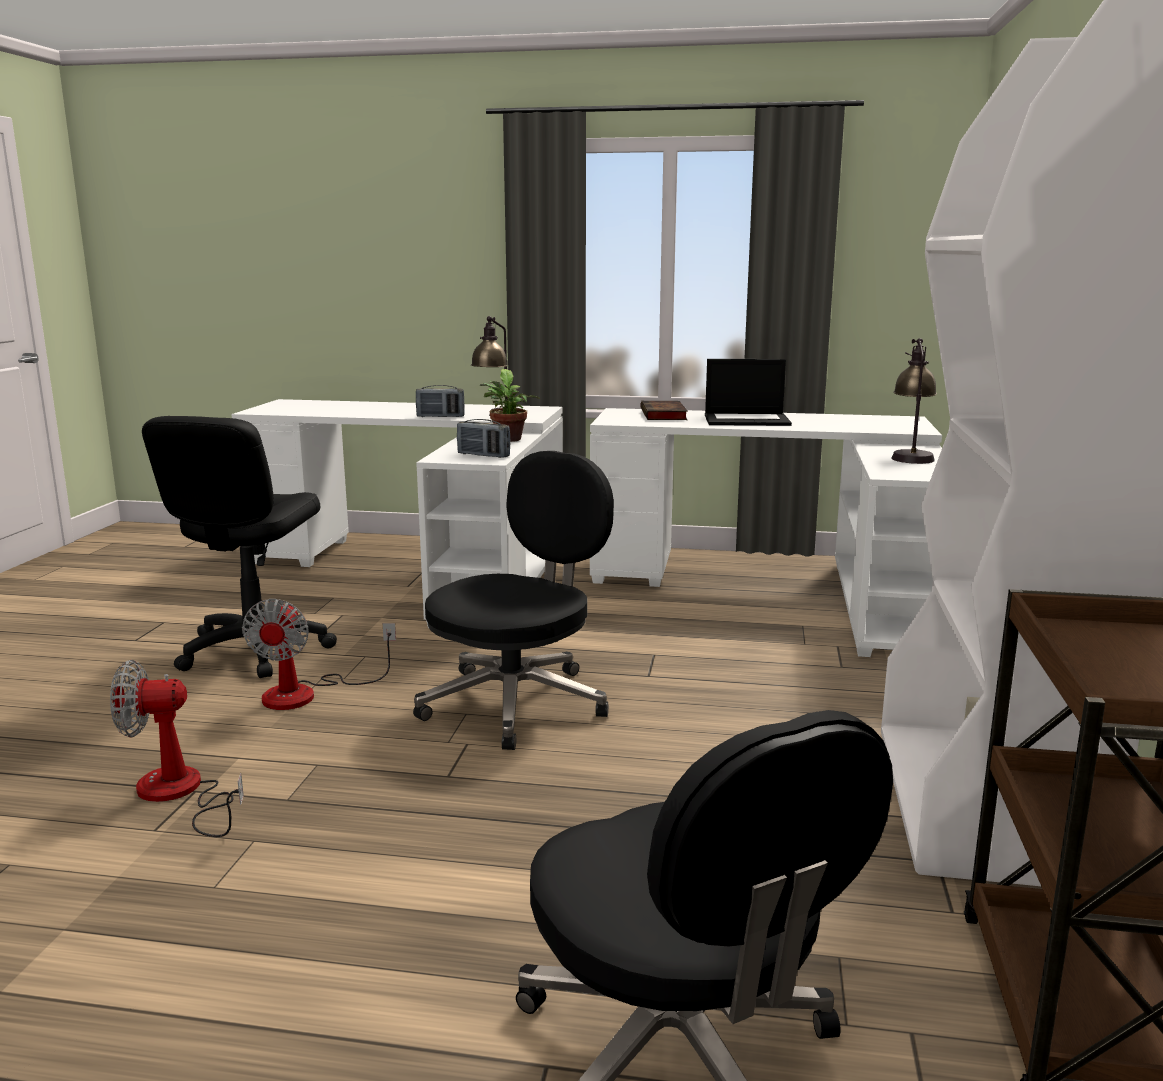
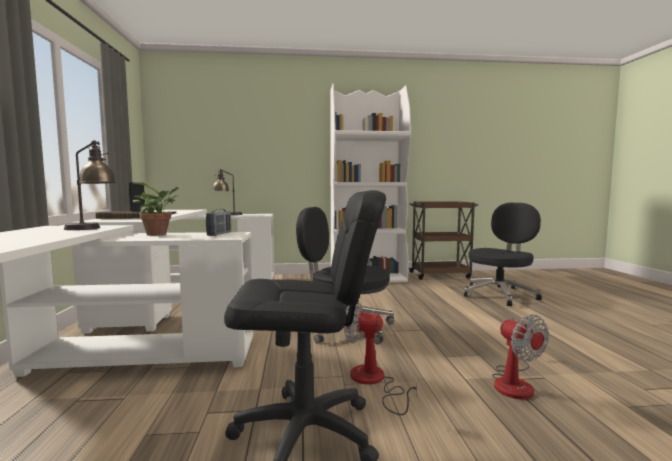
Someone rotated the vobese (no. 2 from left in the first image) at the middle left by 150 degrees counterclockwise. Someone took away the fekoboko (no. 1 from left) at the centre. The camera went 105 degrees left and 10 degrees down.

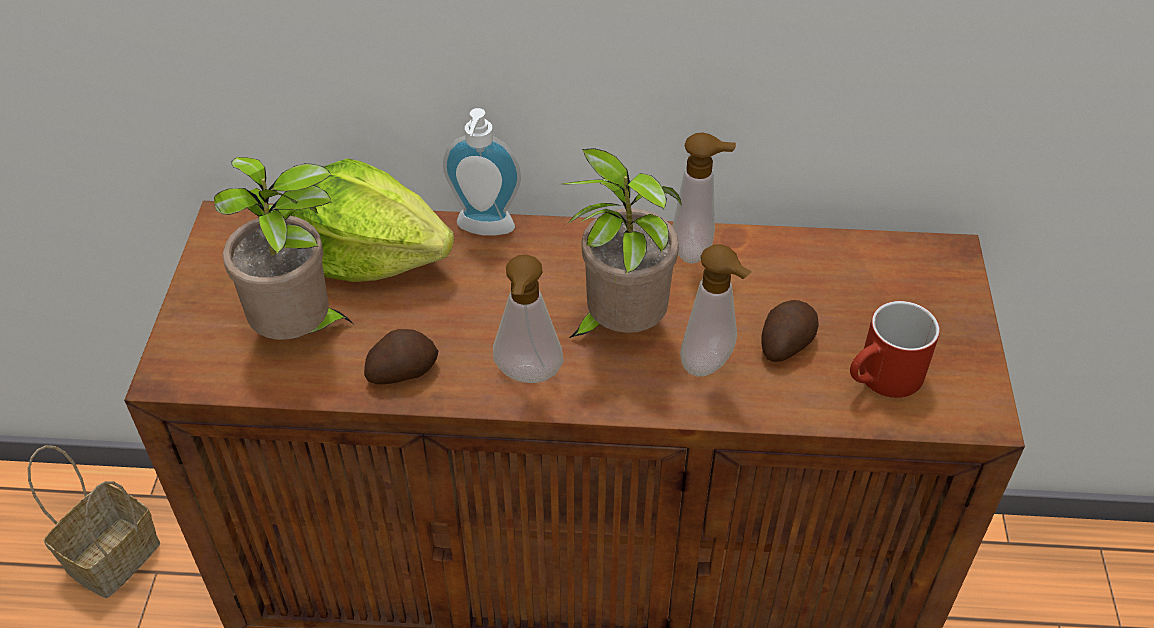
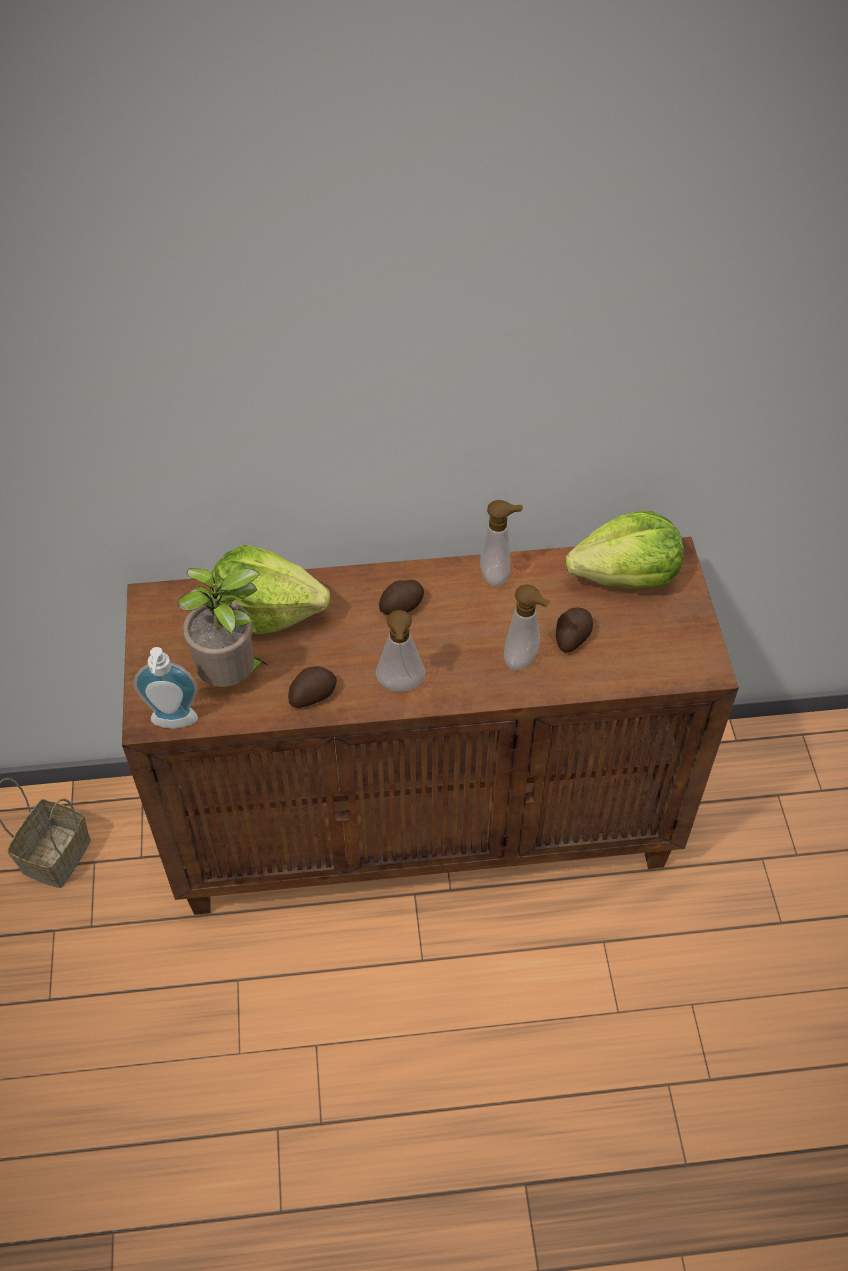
Someone carried the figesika (no. 1 from left) from the top centre to the middle left. Someone took away the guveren (no. 2 from left) at the centre. Someone took away the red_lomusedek at the middle right. Someone put down the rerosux (no. 2 from left) at the centre. Someone put down the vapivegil (no. 2 from left) at the middle right. The camera went 10 degrees left and 5 degrees up.

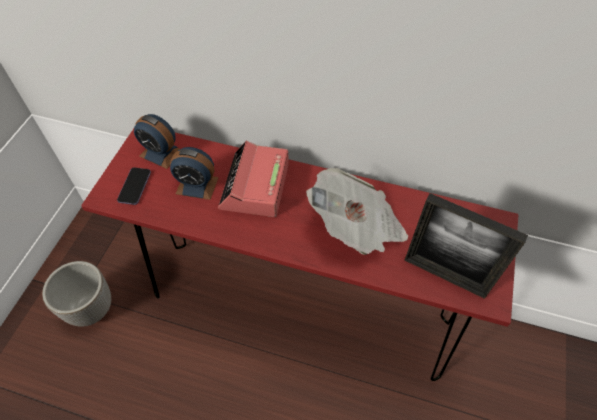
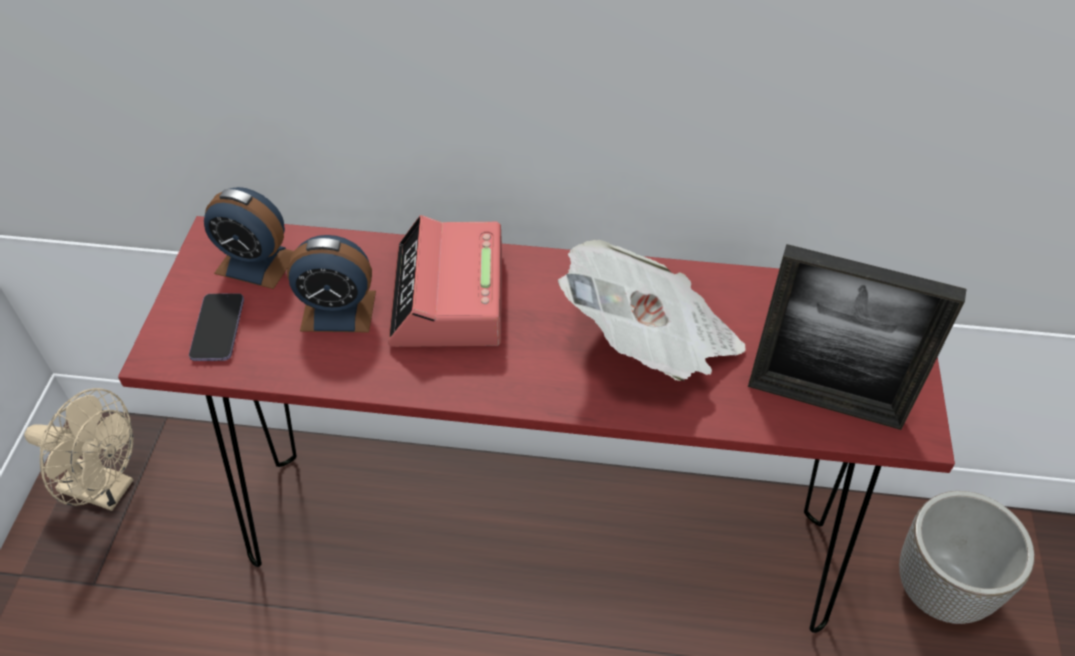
Someone carried the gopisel from the bottom left to the bottom right. Someone put down the beige_vobese at the bottom left. The camera went 10 degrees left and 5 degrees down.

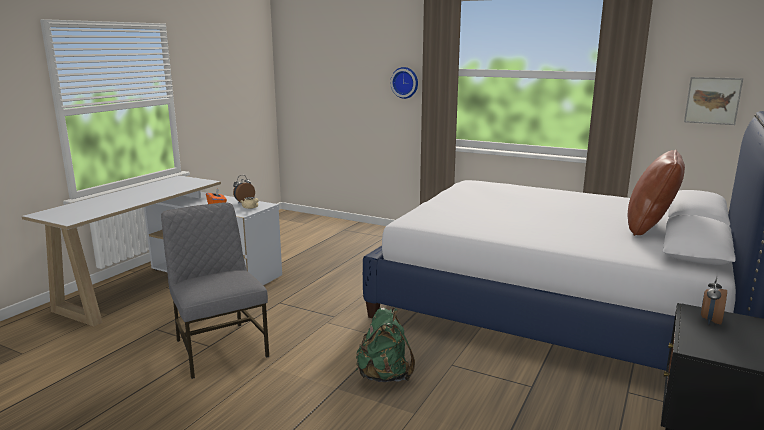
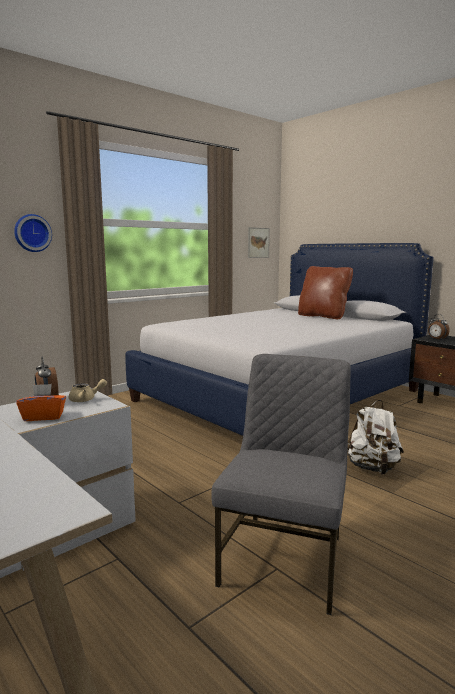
Someone rotated the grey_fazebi at the bottom left by 120 degrees clockwise. Someone repainted the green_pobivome at the bottom centre, which became the white_pobivome at the middle right. The camera went 70 degrees left and 5 degrees down.

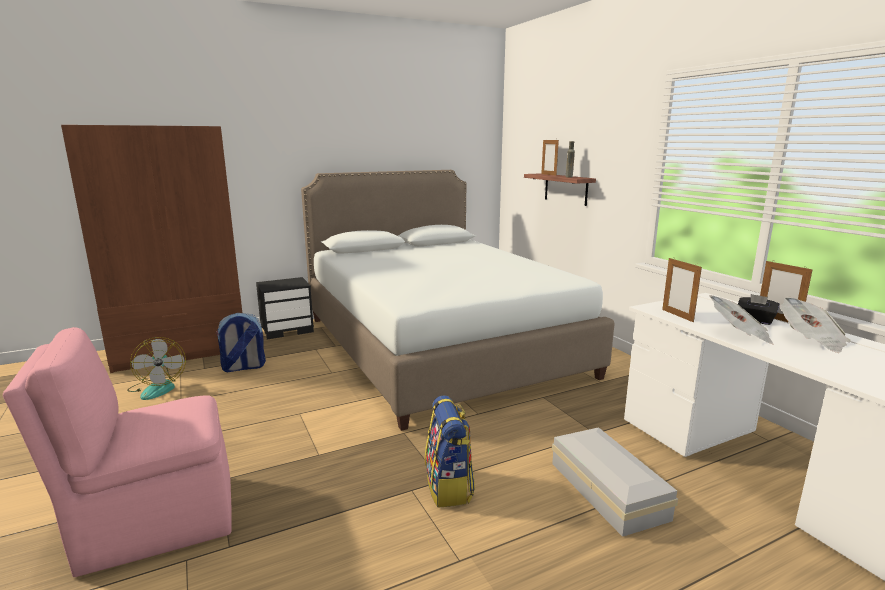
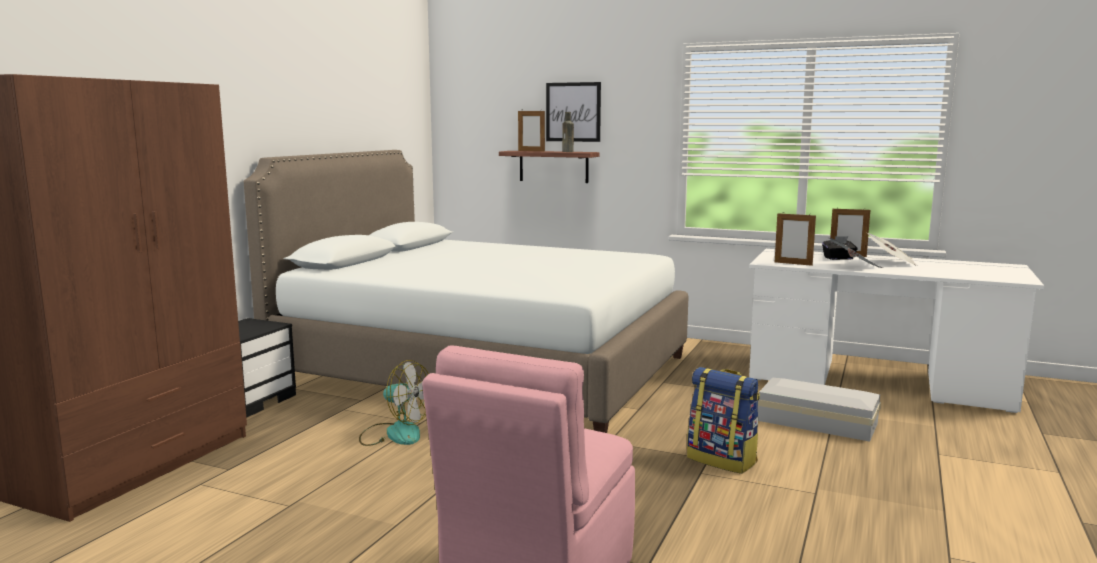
Someone carried the vobese from the middle left to the bottom centre. Someone took away the pobivome (no. 1 from left) at the middle left. Someone put up the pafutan at the top centre. The camera went 40 degrees left and 5 degrees down.

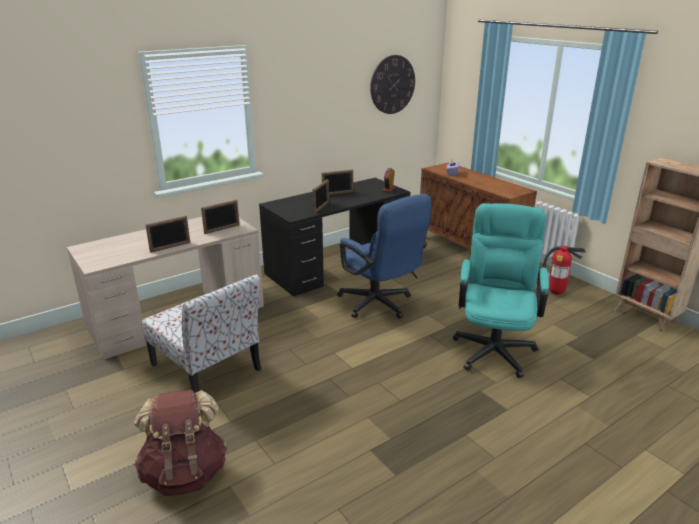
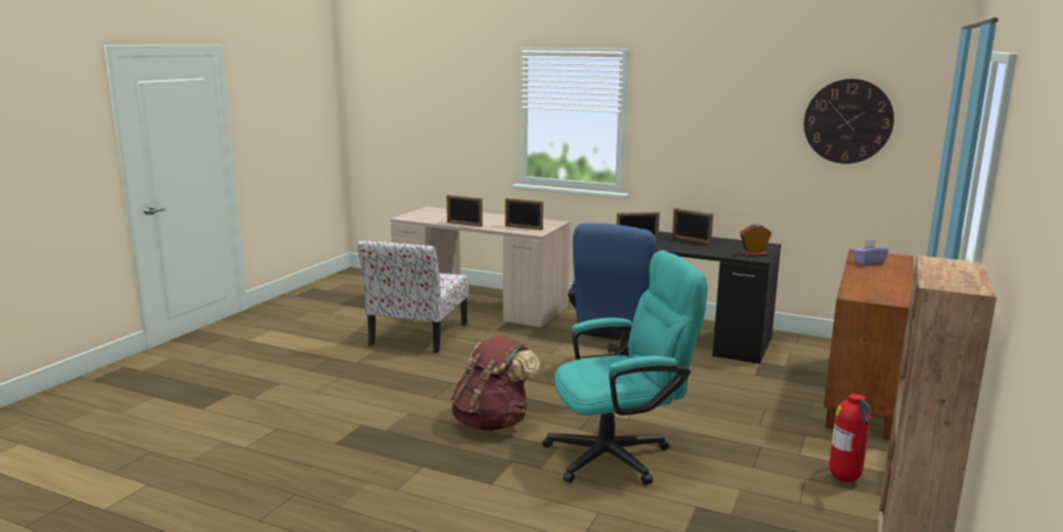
Someone carried the brown_pobivome from the bottom left to the bottom centre. The camera went 60 degrees right and 10 degrees down.

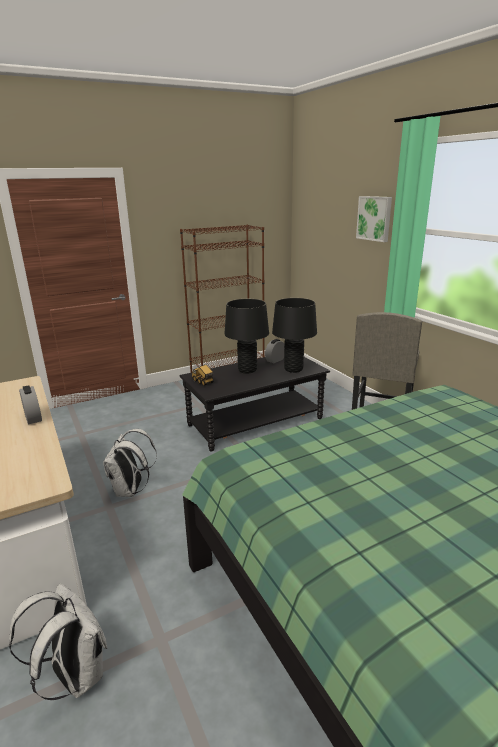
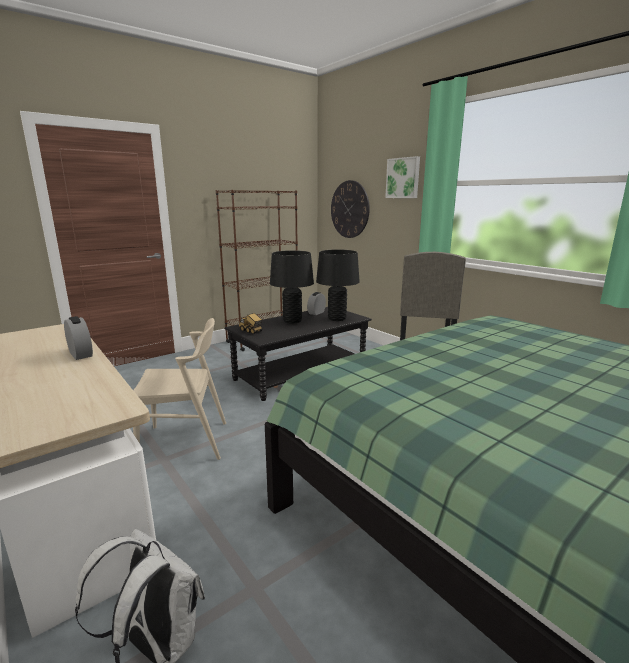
Someone swapped the white_pobivome (no. 2 from left) at the middle left for the beige_fazebi at the middle left. Someone put up the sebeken at the top centre. The camera went 10 degrees left and 5 degrees down.

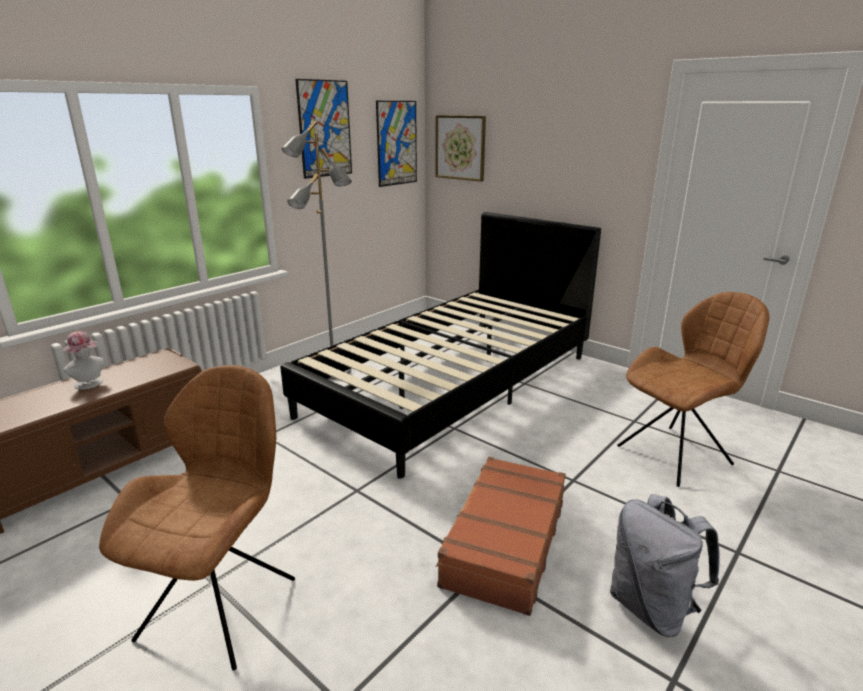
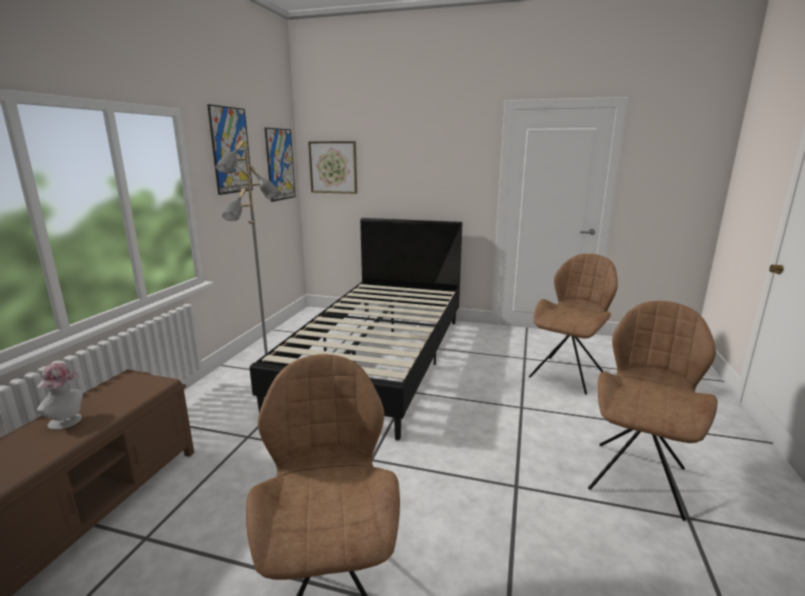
Someone took away the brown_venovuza at the bottom centre. Someone swapped the grey_pobivome at the bottom right for the brown_fazebi (no. 3 from left) at the bottom right. The camera went 25 degrees left and 5 degrees down.

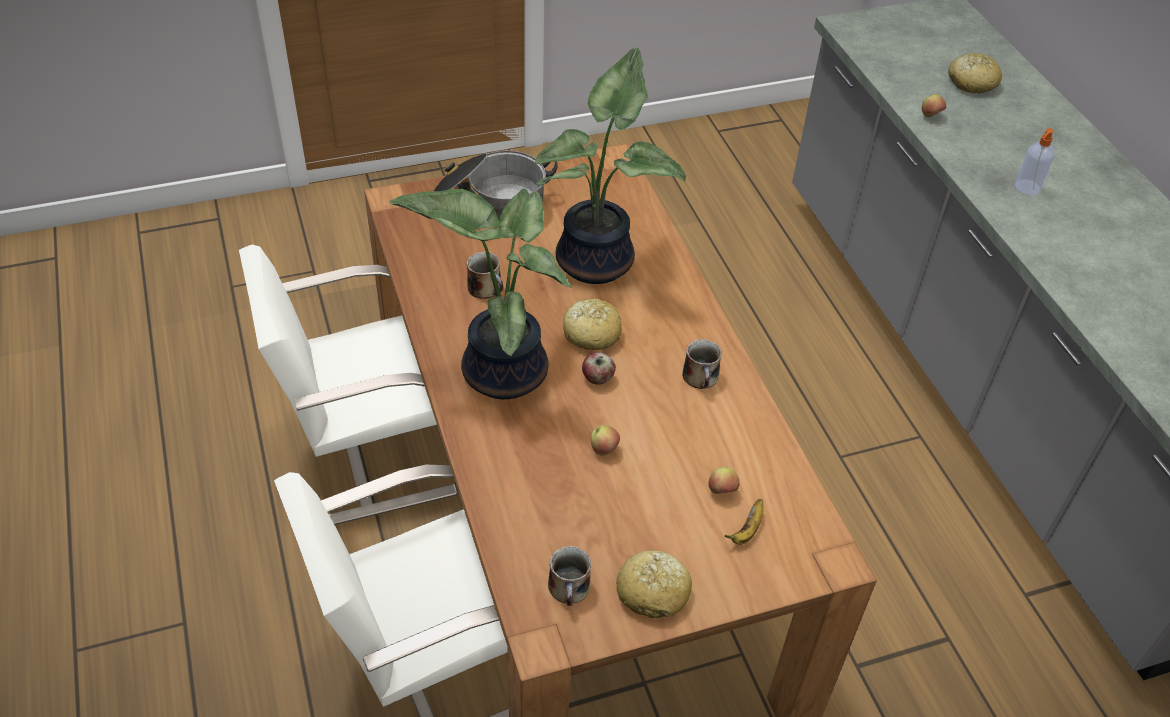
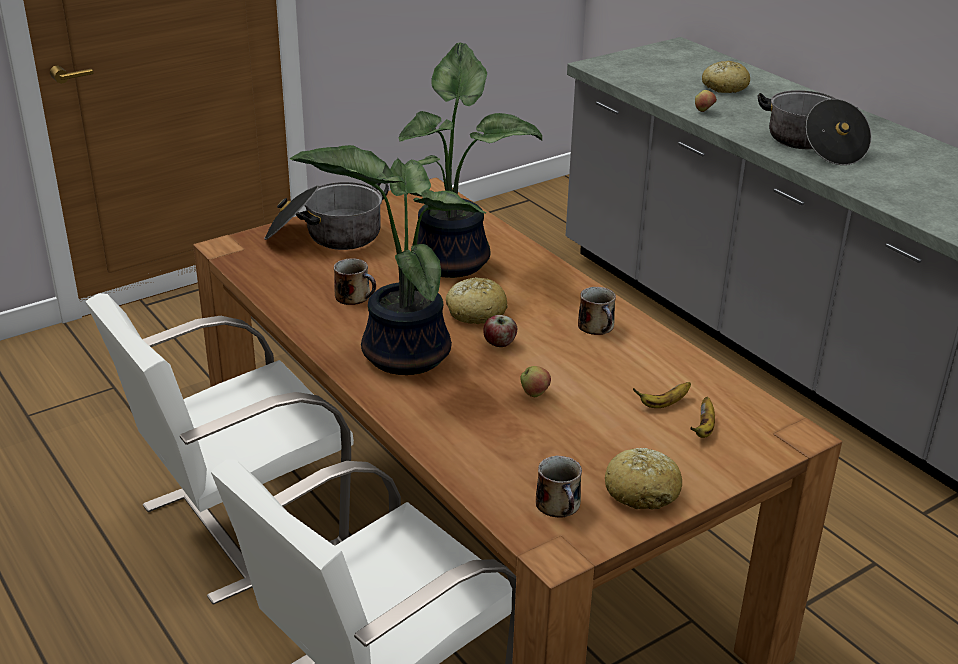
Someone swapped the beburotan (no. 3 from left) at the bottom centre for the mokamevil (no. 1 from left) at the middle right. Someone swapped the figesika at the top right for the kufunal (no. 2 from left) at the top right. The camera went 15 degrees left and 15 degrees down.

